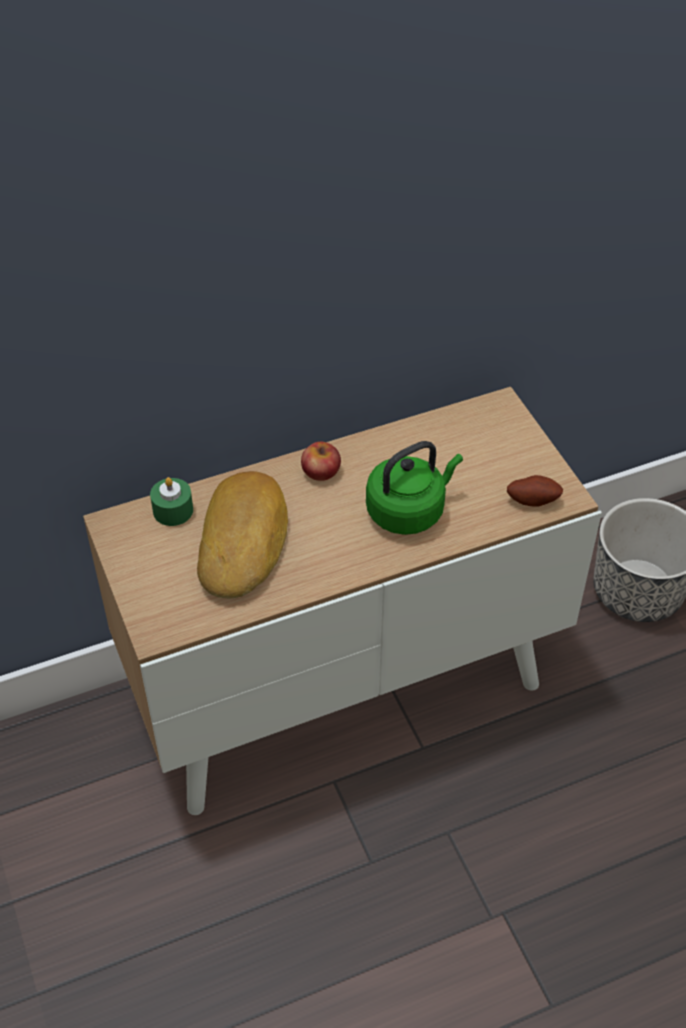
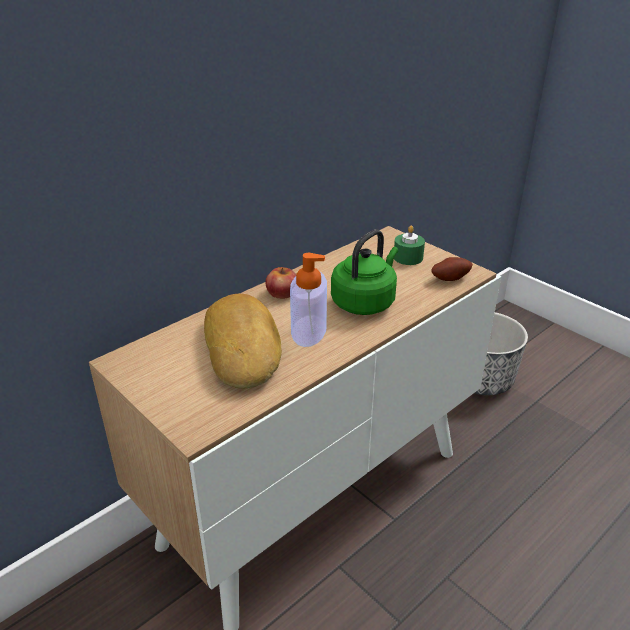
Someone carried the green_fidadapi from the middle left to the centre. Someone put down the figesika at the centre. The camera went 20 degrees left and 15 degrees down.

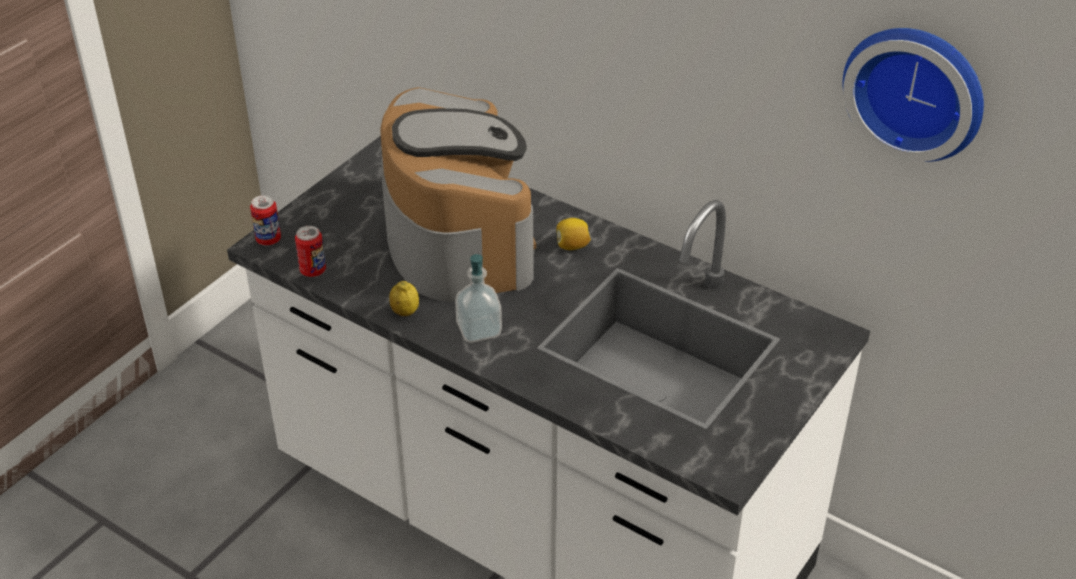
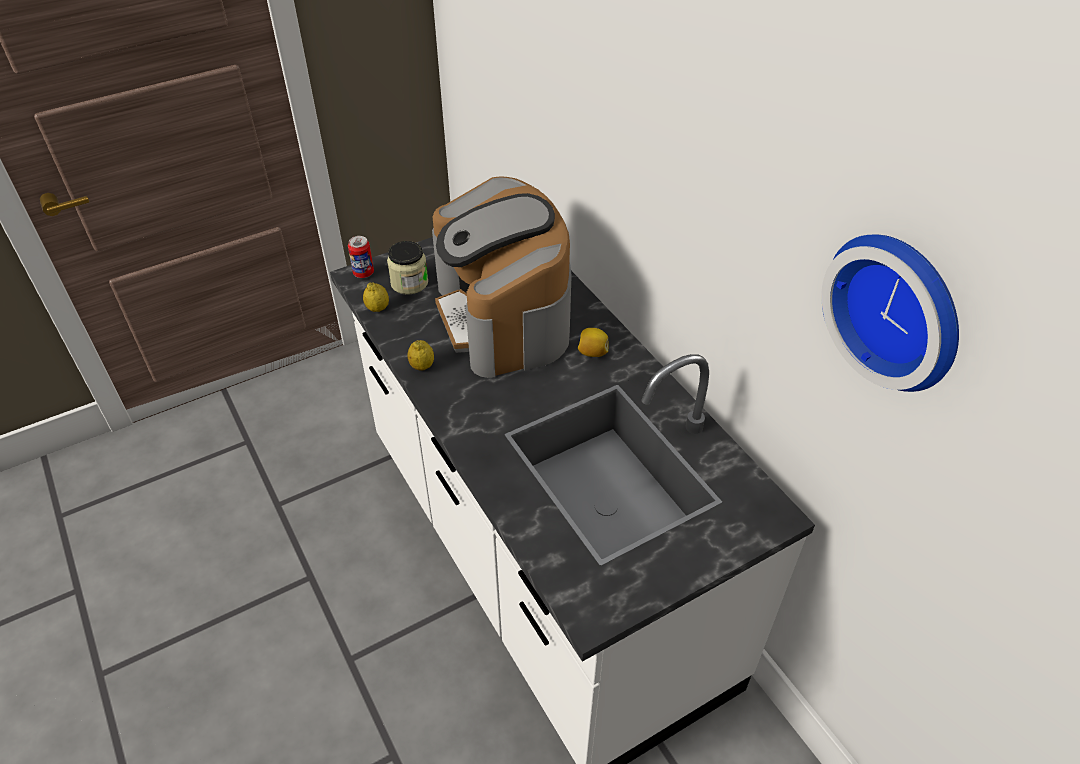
Someone swapped the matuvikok (no. 2 from left) at the middle left for the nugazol (no. 1 from left) at the centre. Someone rotated the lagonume at the centre by 150 degrees clockwise. Someone took away the figesika at the centre. Someone put down the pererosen at the centre. The camera went 25 degrees right and 5 degrees up.

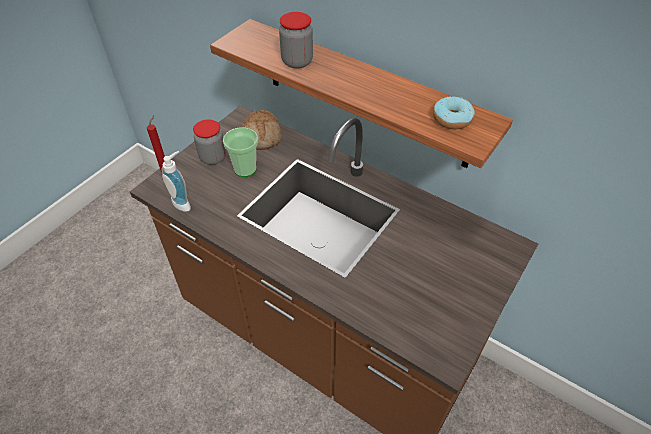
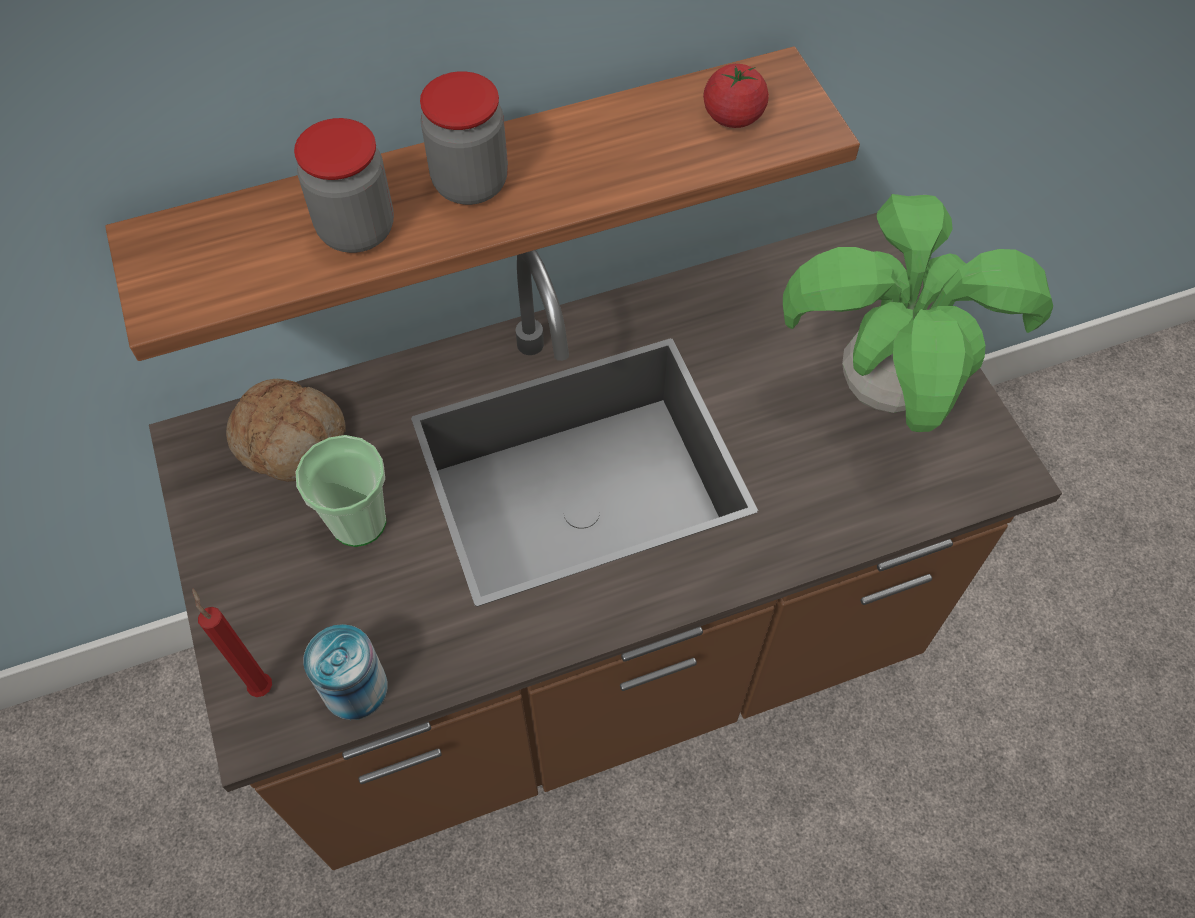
Someone swapped the figesika at the middle left for the matuvikok at the bottom left. Someone carried the pererosen (no. 1 from left in the first image) from the top left to the top centre. Someone swapped the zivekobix at the top right for the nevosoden at the top centre. Someone put down the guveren at the middle right. The camera went 55 degrees left and 10 degrees up.

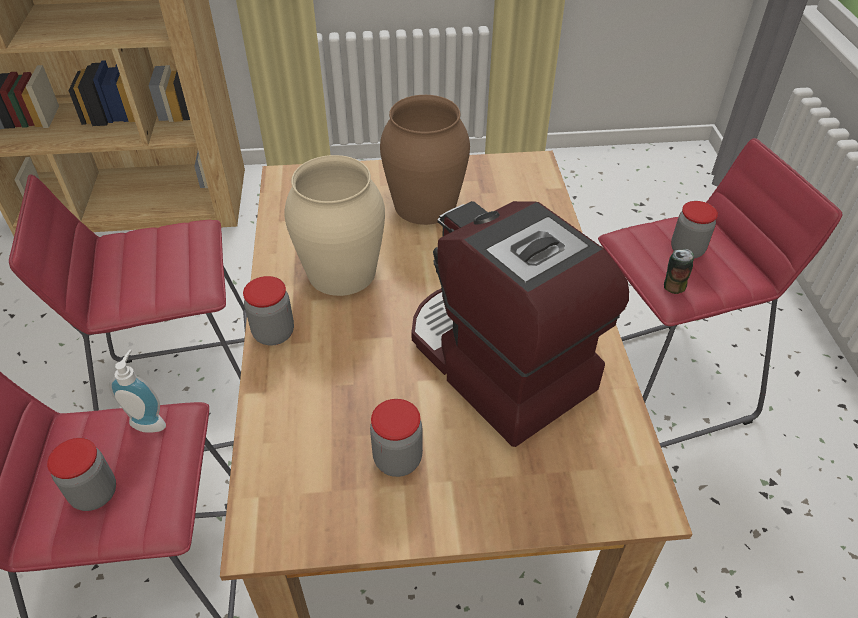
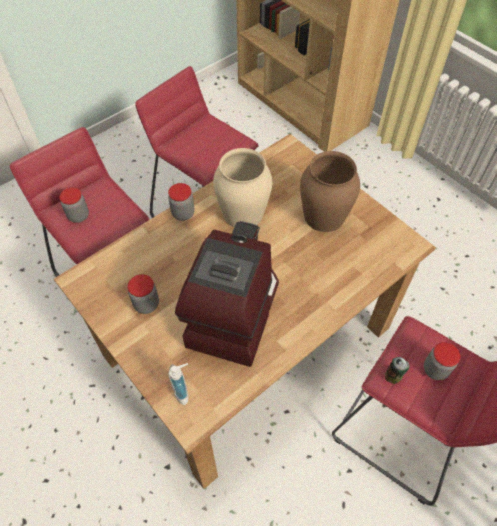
Someone carried the figesika from the middle left to the bottom centre. The camera went 55 degrees right and 10 degrees up.

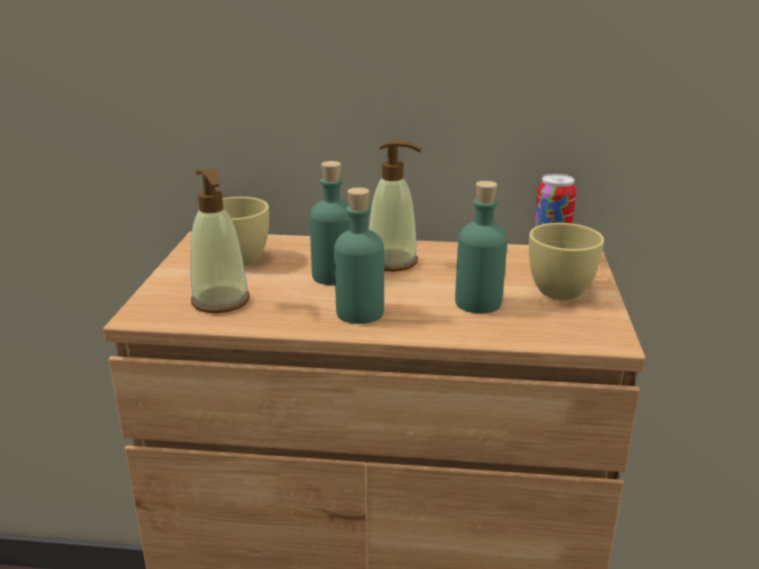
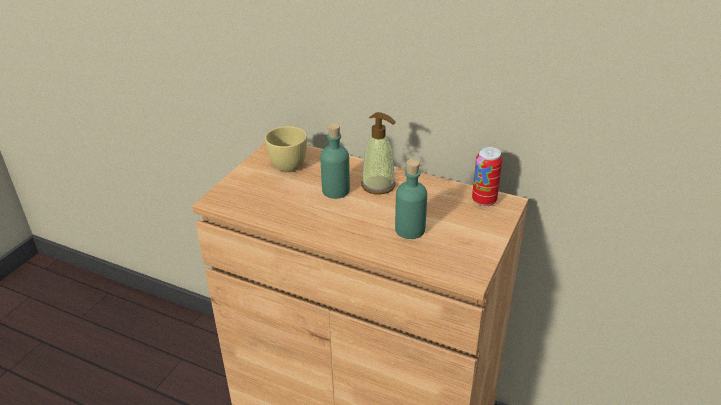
Someone took away the figesika (no. 1 from left) at the middle left. Someone took away the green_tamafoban (no. 2 from left) at the centre. Someone took away the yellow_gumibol (no. 2 from left) at the middle right. The camera went 20 degrees right and 10 degrees up.

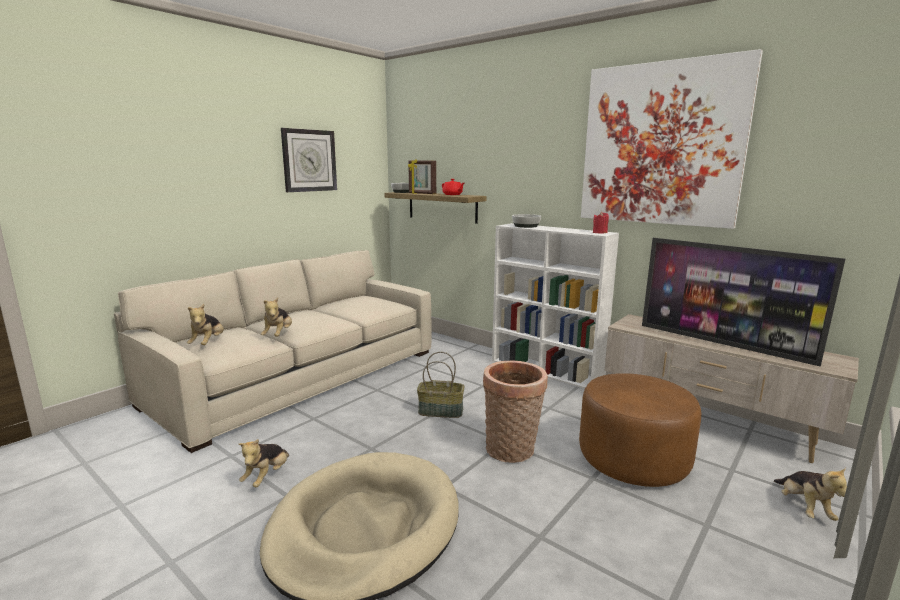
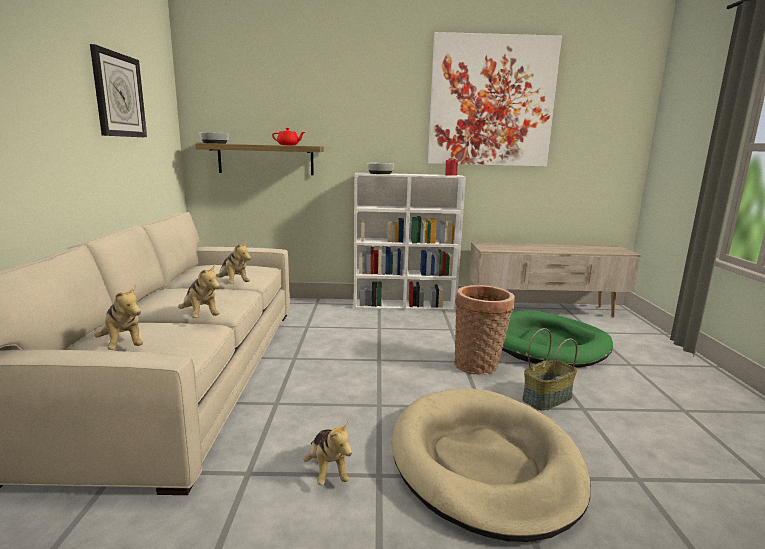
Someone took away the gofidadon at the top centre. Someone carried the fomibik (no. 1 from left in the first image) from the centre to the bottom right. Someone swapped the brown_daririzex at the bottom right for the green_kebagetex at the middle right. Someone took away the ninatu at the middle right. Someone carried the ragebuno (no. 4 from left in the first image) from the bottom right to the middle left. The camera went 40 degrees left and 0 degrees up.

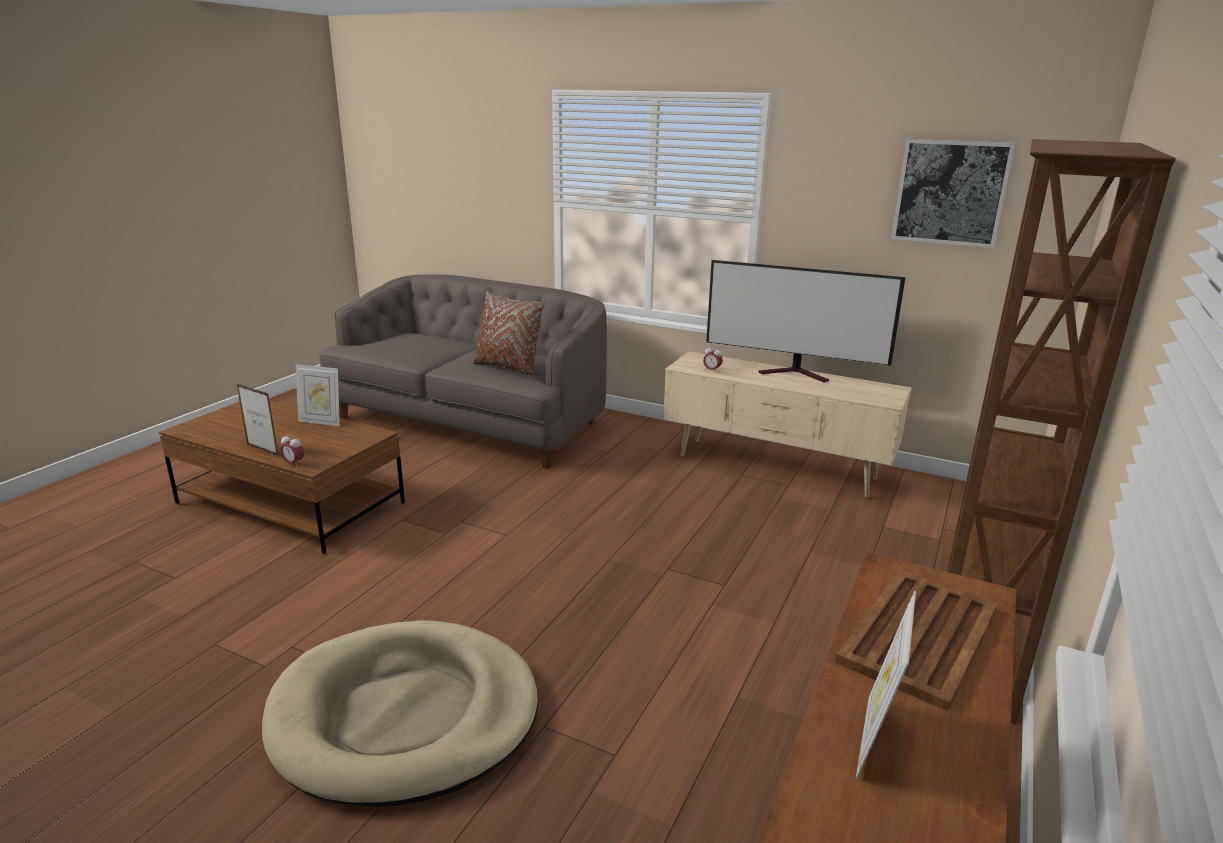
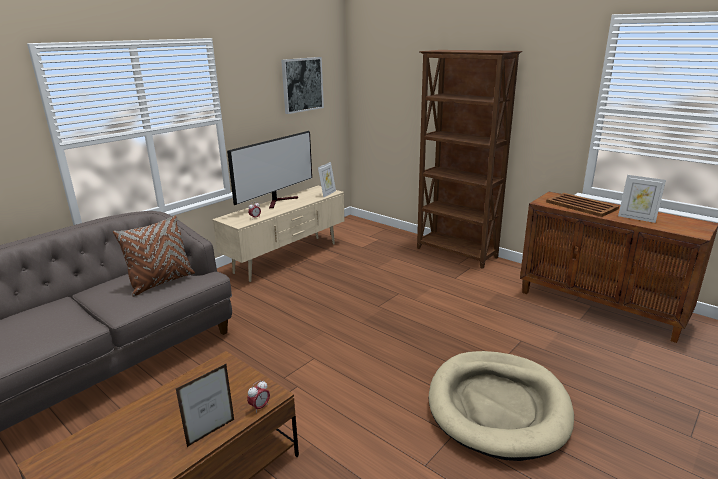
Someone carried the gofidadon (no. 2 from left) from the middle left to the centre. The camera went 75 degrees left and 0 degrees up.

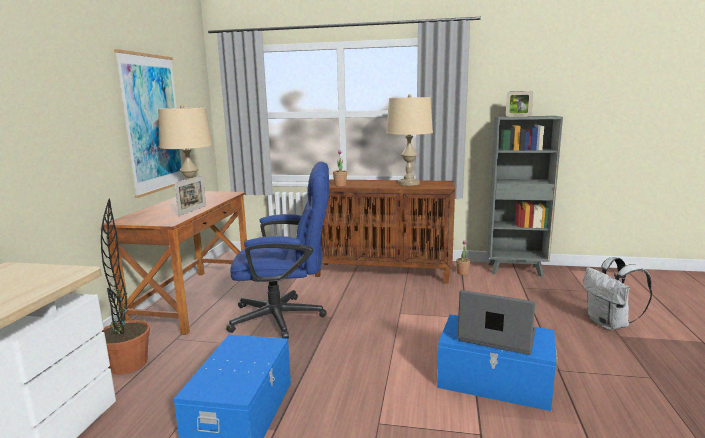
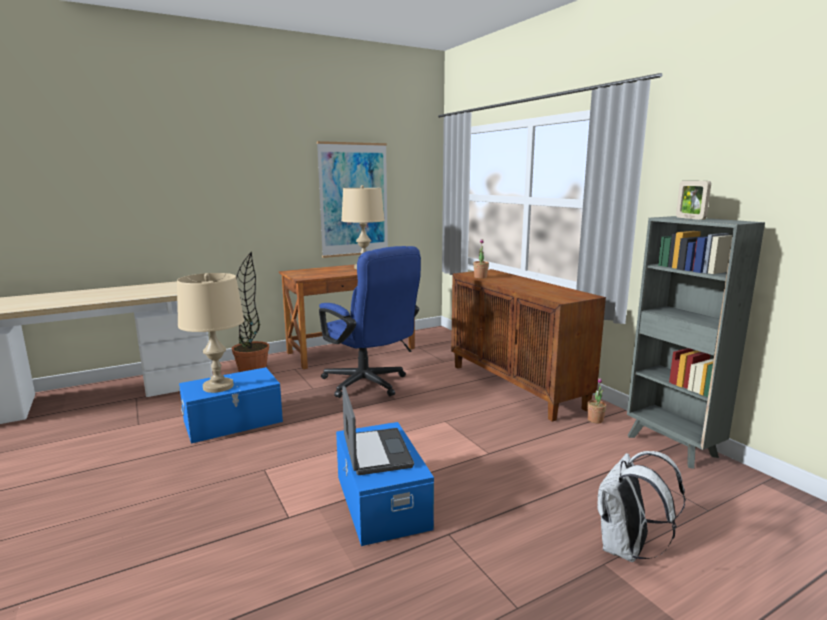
Someone took away the gofidadon (no. 1 from left) at the middle left. Someone carried the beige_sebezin (no. 2 from left in the first image) from the top centre to the middle left. The camera went 50 degrees right and 0 degrees up.

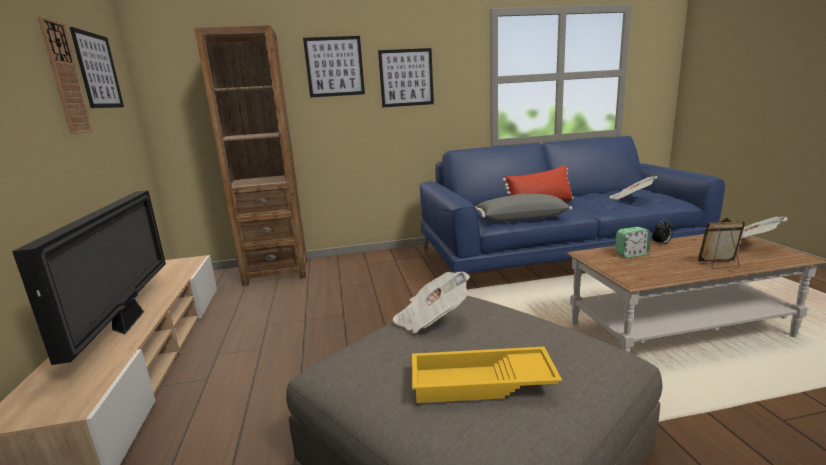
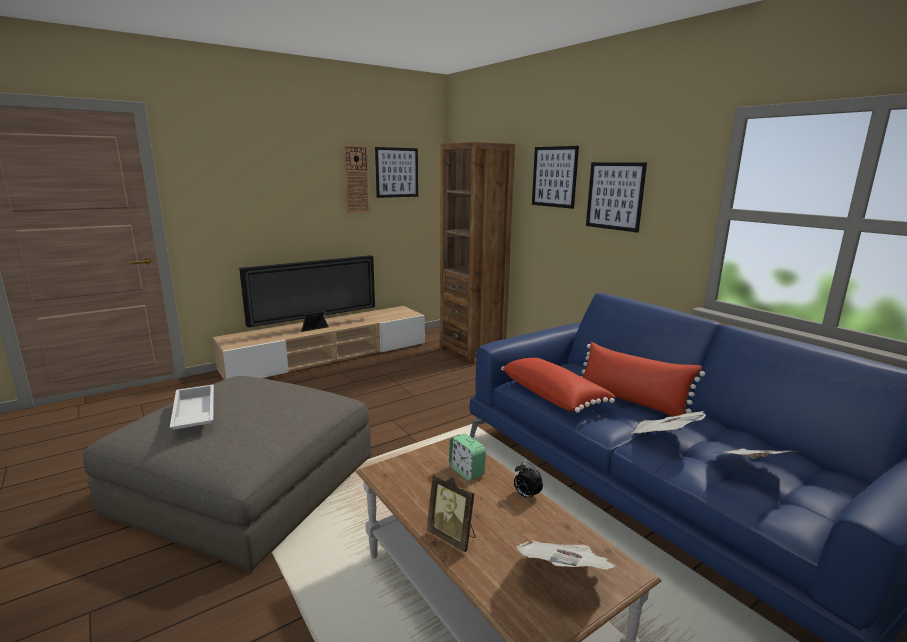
Someone carried the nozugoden (no. 1 from left in the first image) from the centre to the middle right. Someone repainted the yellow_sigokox at the bottom centre, which became the white_sigokox at the middle left. Someone repainted the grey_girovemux at the centre, which became the red_girovemux (no. 1 from left) at the centre. Someone rotated the gofidadon at the middle right by 150 degrees clockwise. The camera went 65 degrees right and 0 degrees up.

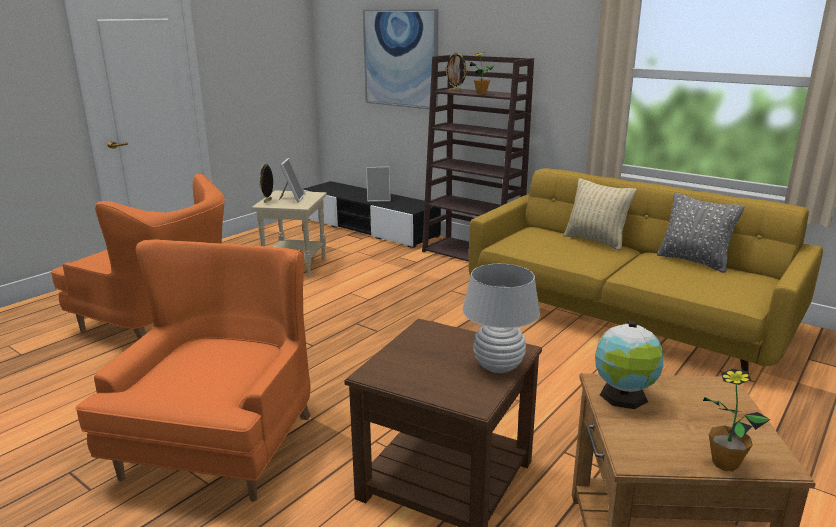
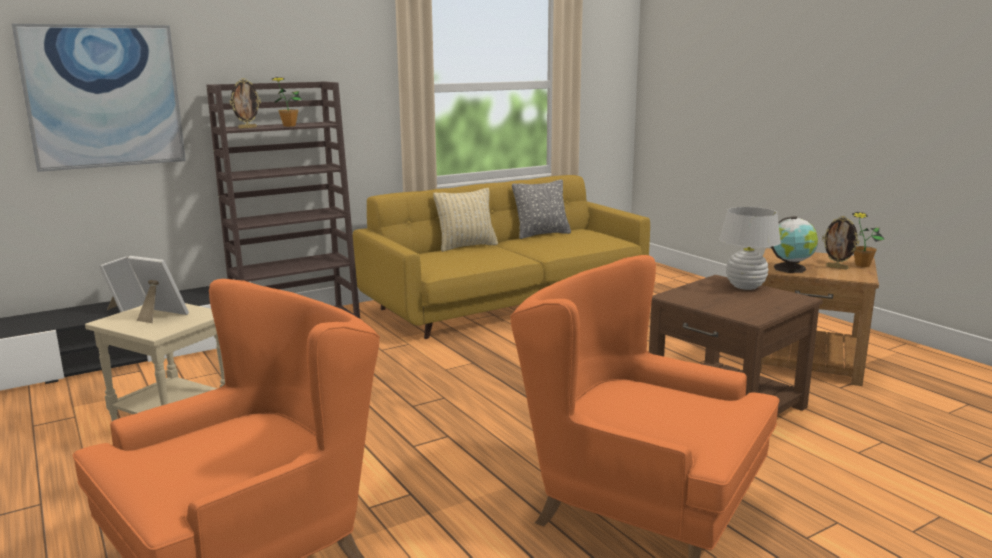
Someone carried the gofidadon (no. 1 from left in the first image) from the middle left to the middle right. The camera went 70 degrees left and 5 degrees down.

